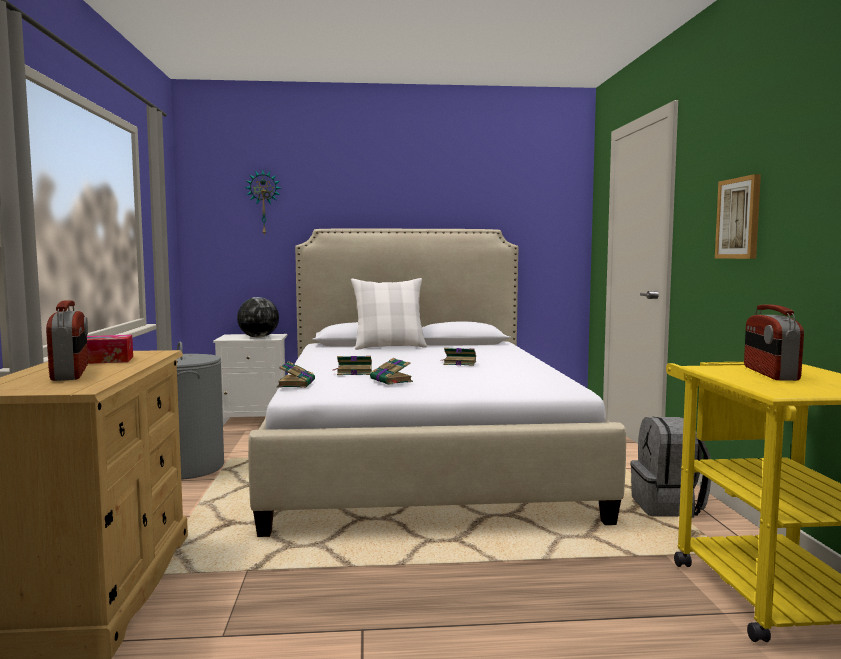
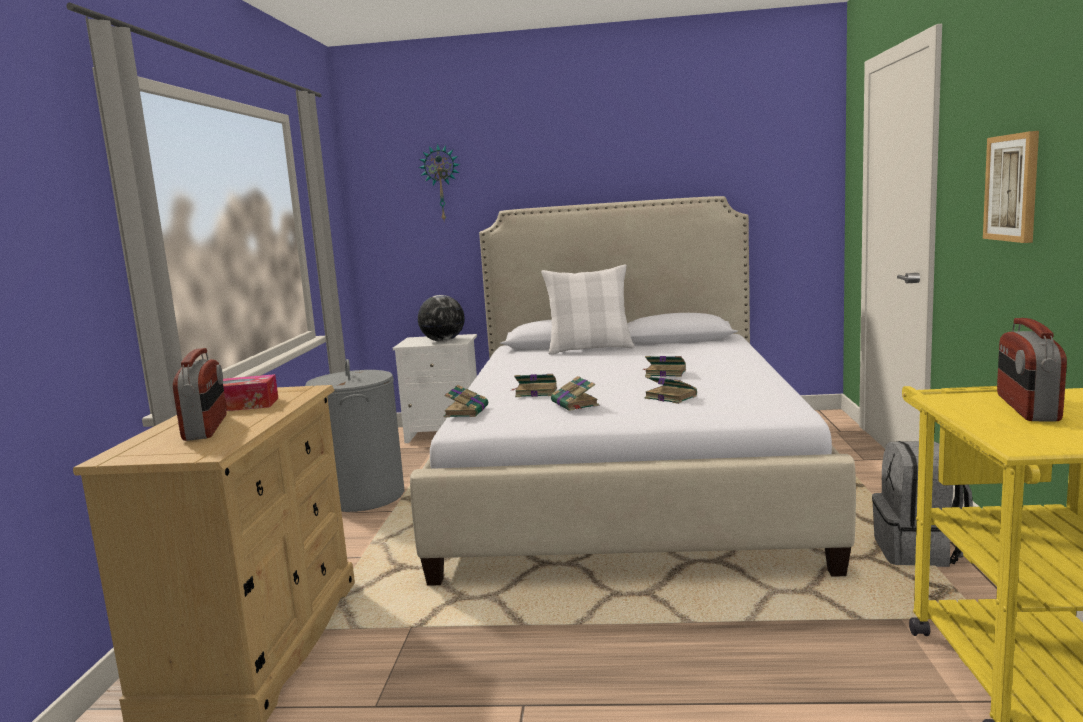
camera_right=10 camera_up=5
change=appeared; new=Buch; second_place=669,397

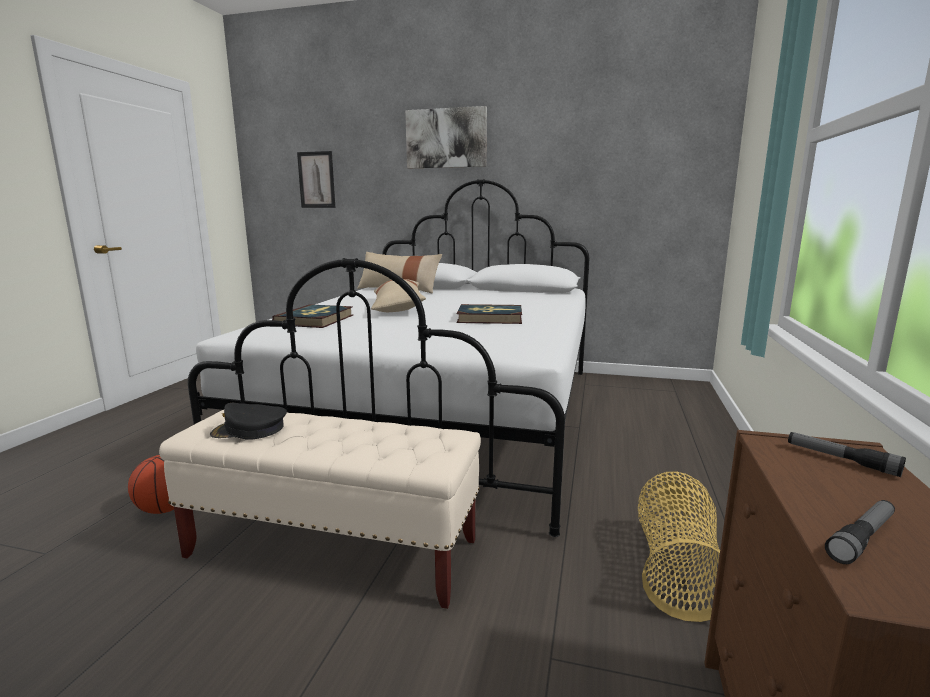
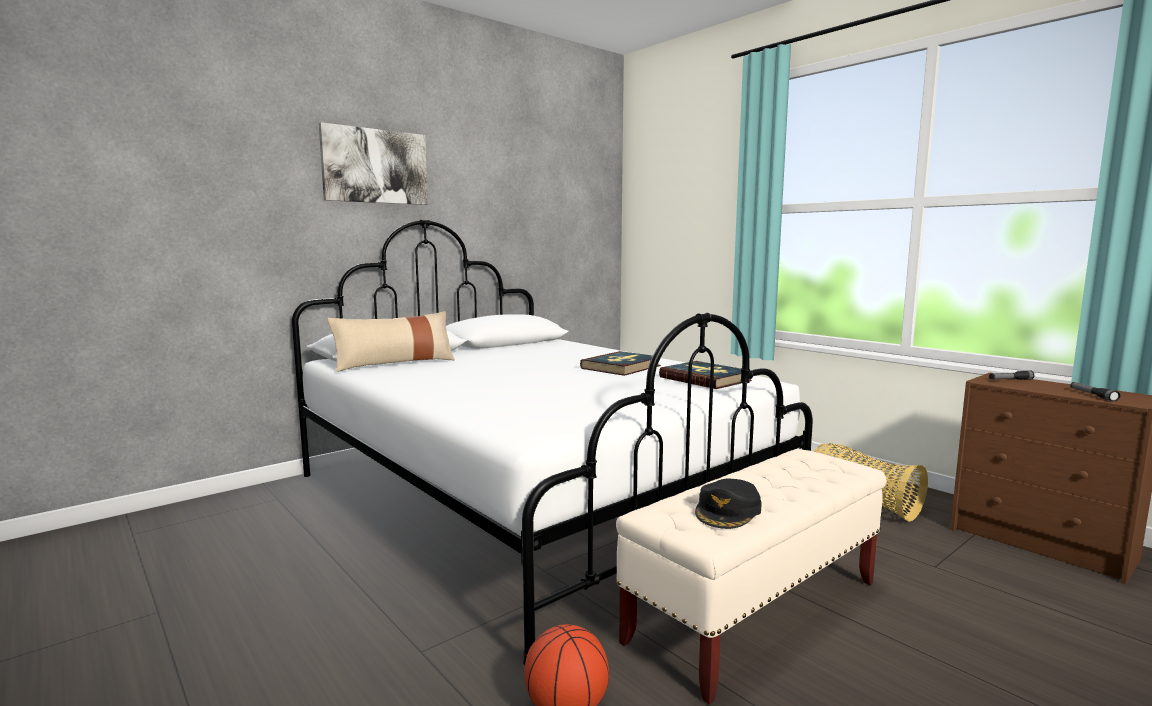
camera_right=-55 camera_up=-5
change=relocated; old=Buch; first_place=315,320; second_place=705,379
change=missing; old=Bild; first_place=316,180
change=missing; old=Kissen (beige); first_place=397,307

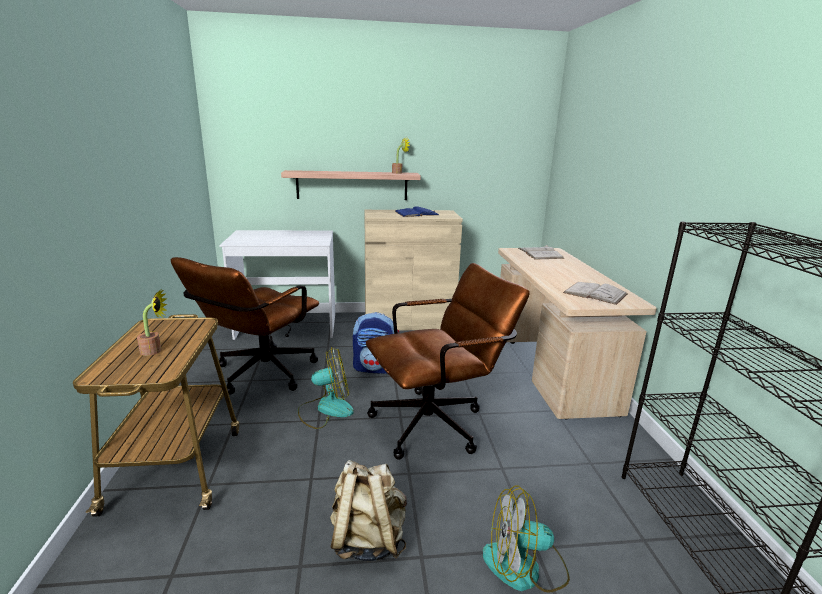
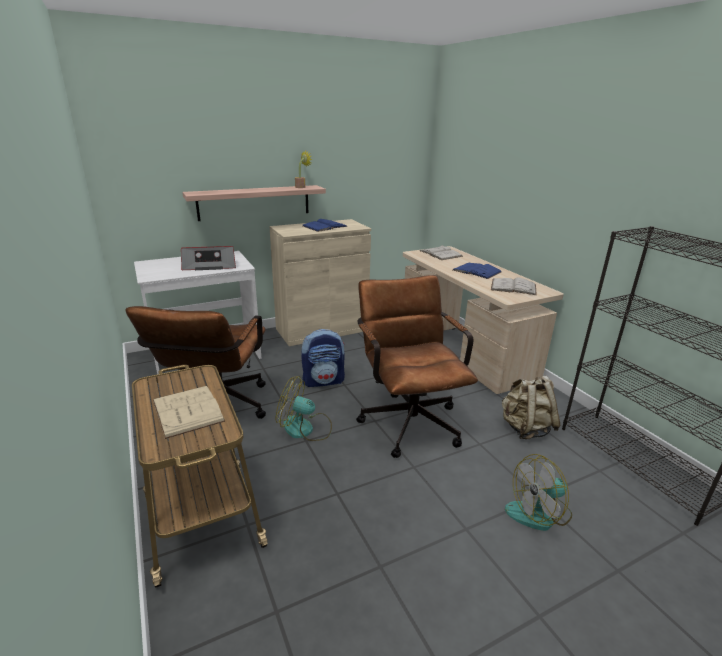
camera_right=-20 camera_up=5
change=exchanged; old=Topfpflanze; new=Buch (beige); first_place=155,351; second_place=188,410
change=spun; old=Ventilator; first_place=326,409; second_place=305,429; degrees=-135
change=relocated; old=Rucksack (beige); first_place=367,539; second_place=525,429
change=spun; old=Bürostuhl (braun); first_place=437,422; second_place=408,418; degrees=-60
change=appeared; new=Radio; second_place=210,266
change=appeared; new=Buch (blau); second_place=477,271

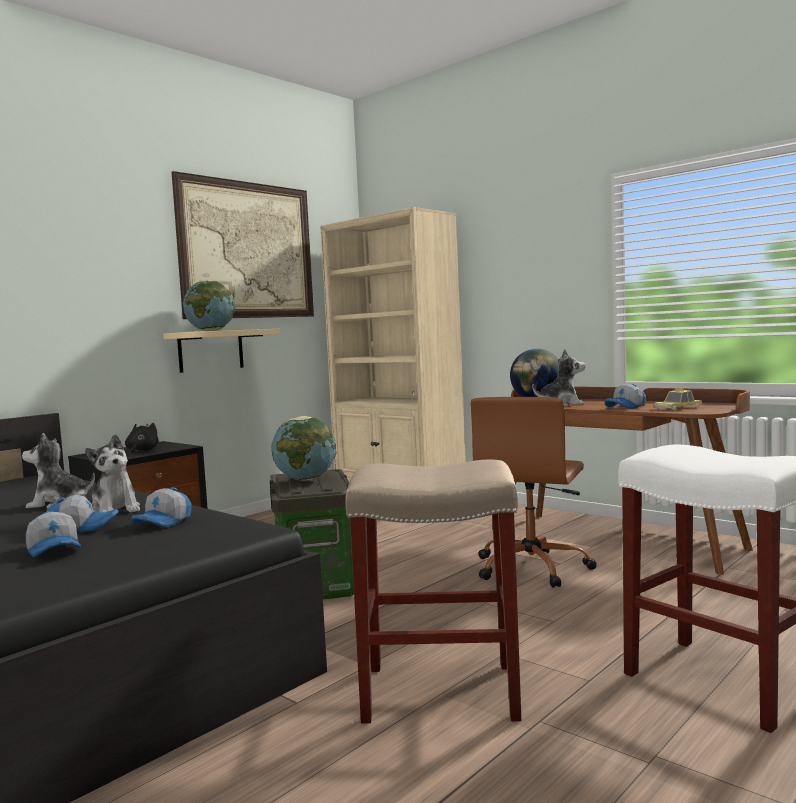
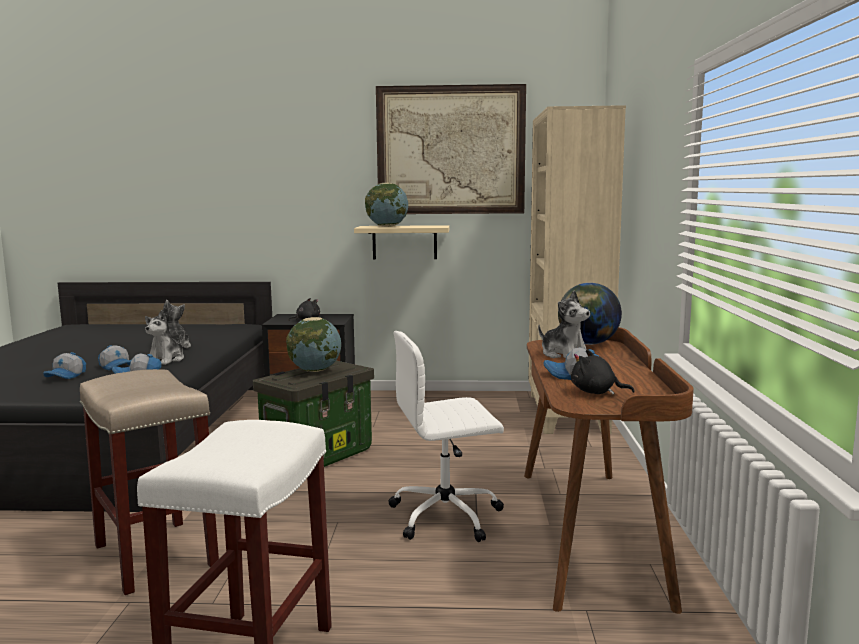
camera_right=50 camera_up=5
change=colour; old=Bürostuhl (braun); new=Bürostuhl (weiß); first_place=532,567; second_place=447,516
change=exchanged; old=Spielzeugauto; new=Plüschtier (schwarz); first_place=677,408; second_place=596,392

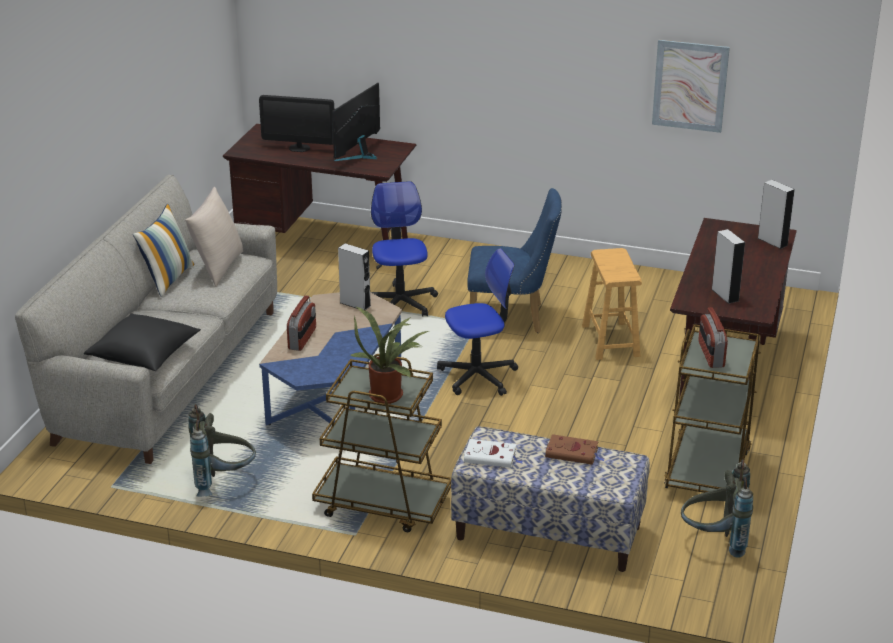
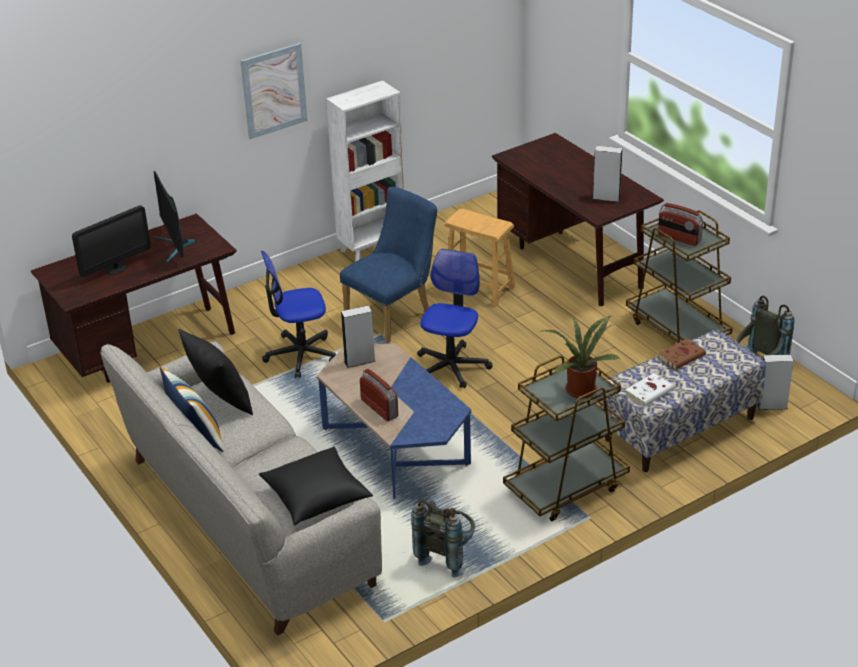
camera_right=-50 camera_up=5
change=colour; old=Kissen (beige); new=Kissen (schwarz); first_place=218,267; second_place=220,401
change=spun; old=Bürostuhl; first_place=400,303; second_place=300,355; degrees=-45
change=relocated; old=Bild; first_place=690,85; second_place=274,91
change=relocated; old=Lautsprecher (grau); first_place=772,241; second_place=772,406
change=appeared; new=Bücherregal (weiß); second_place=373,249

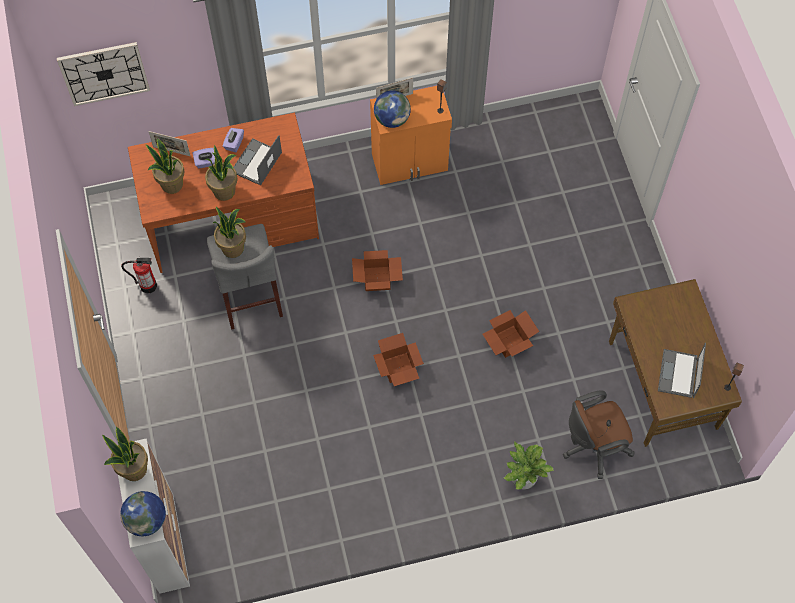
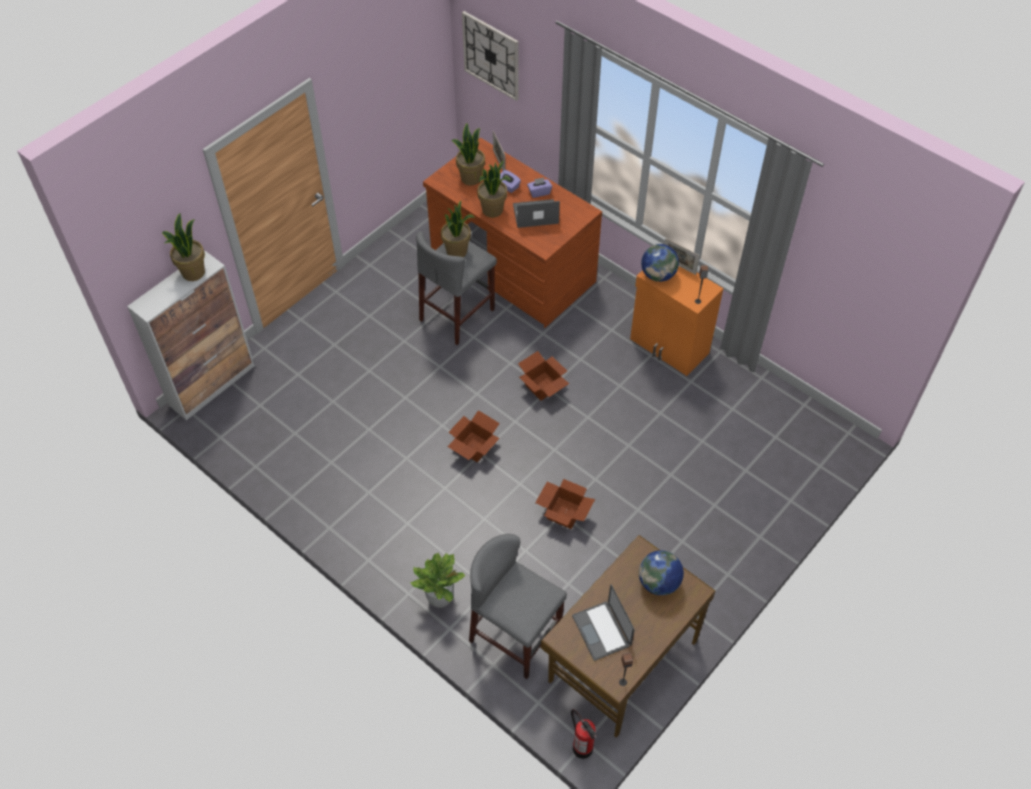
camera_right=55 camera_up=-10
change=relocated; old=Globus; first_place=146,520; second_place=658,583
change=relocated; old=Feuerlöscher; first_place=148,285; second_place=582,748
change=exchanged; old=Bürostuhl (braun); new=Hocker (grau); first_place=593,446; second_place=515,637
change=spun; old=Laptop; first_place=678,374; second_place=602,631; degrees=-90

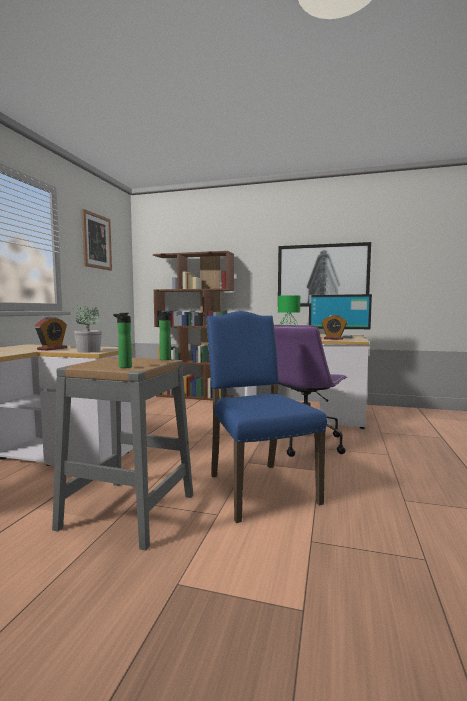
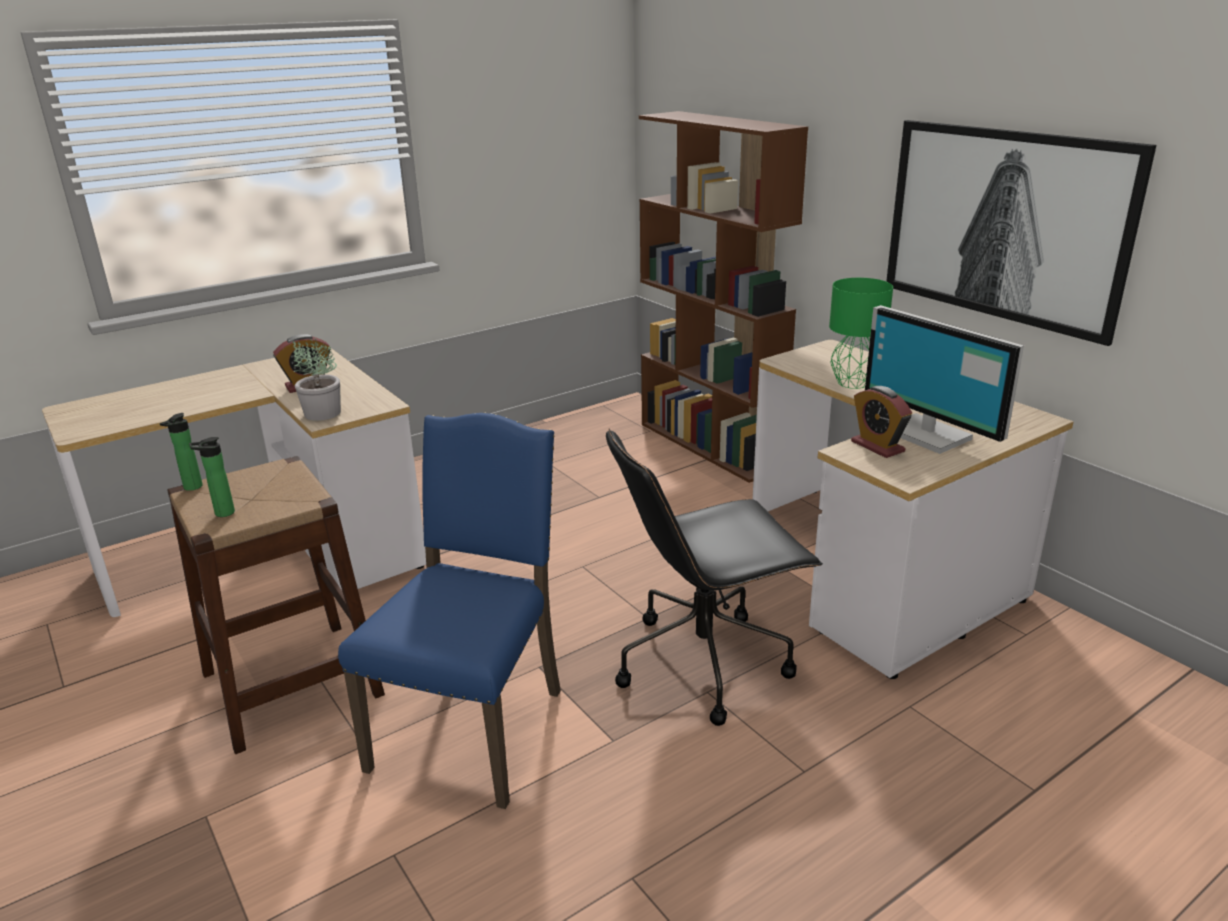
camera_right=40 camera_up=20
change=colour; old=Hocker (grau); new=Hocker (braun); first_place=129,511; second_place=291,683
change=missing; old=Bild; first_place=97,241
change=relocated; old=Flasche; first_place=165,359; second_place=191,488
change=colour; old=Bürostuhl (lila); new=Bürostuhl (schwarz); first_place=305,442; second_place=705,662

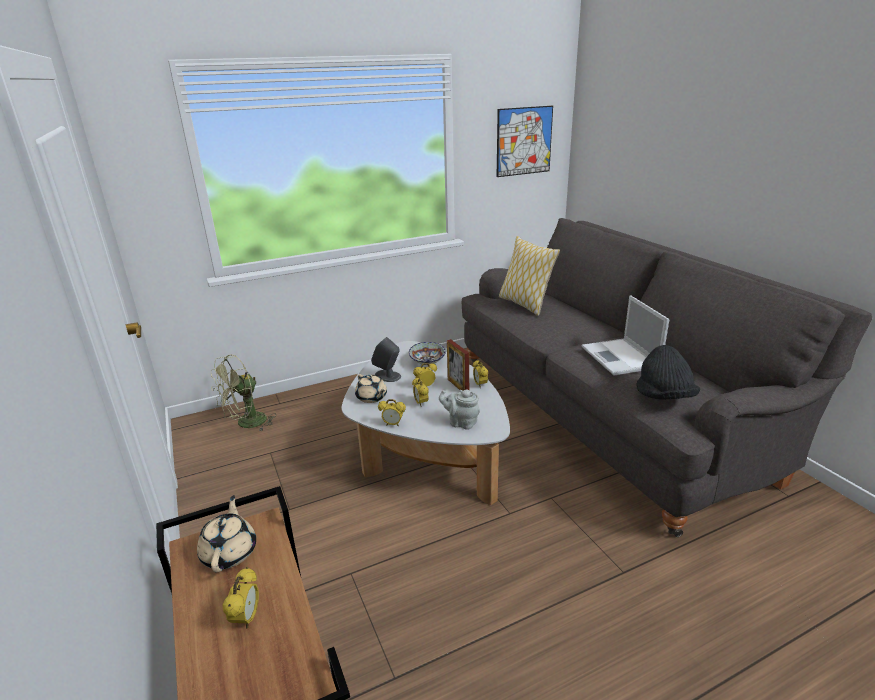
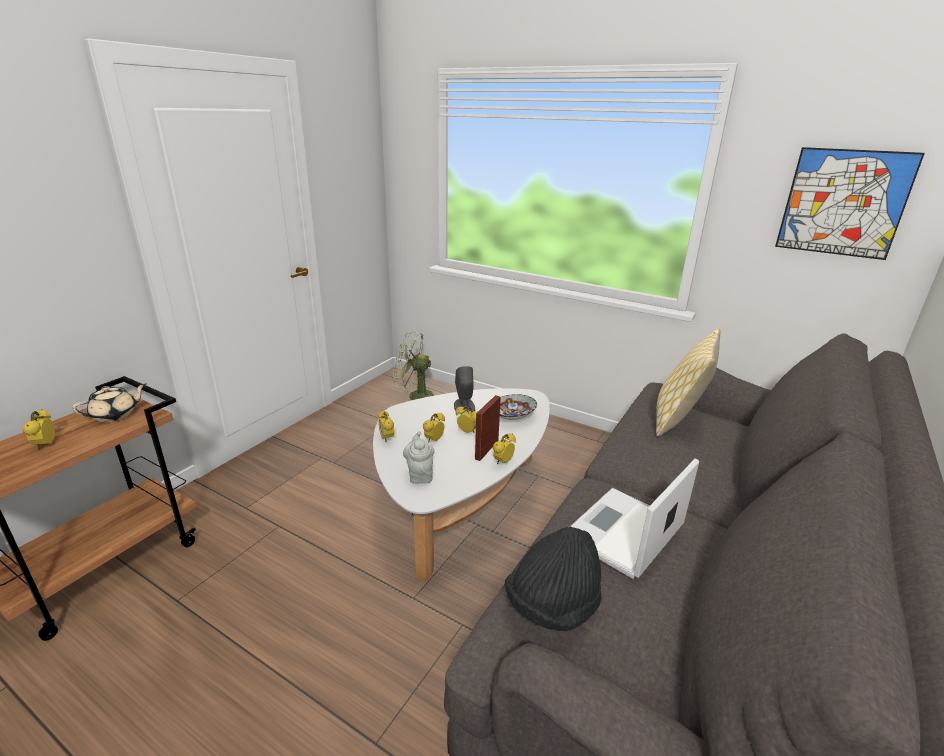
camera_right=55 camera_up=0
change=spun; old=Wecker; first_place=247,618; second_place=46,445; degrees=105
change=missing; old=Teekanne (beige); first_place=372,397

